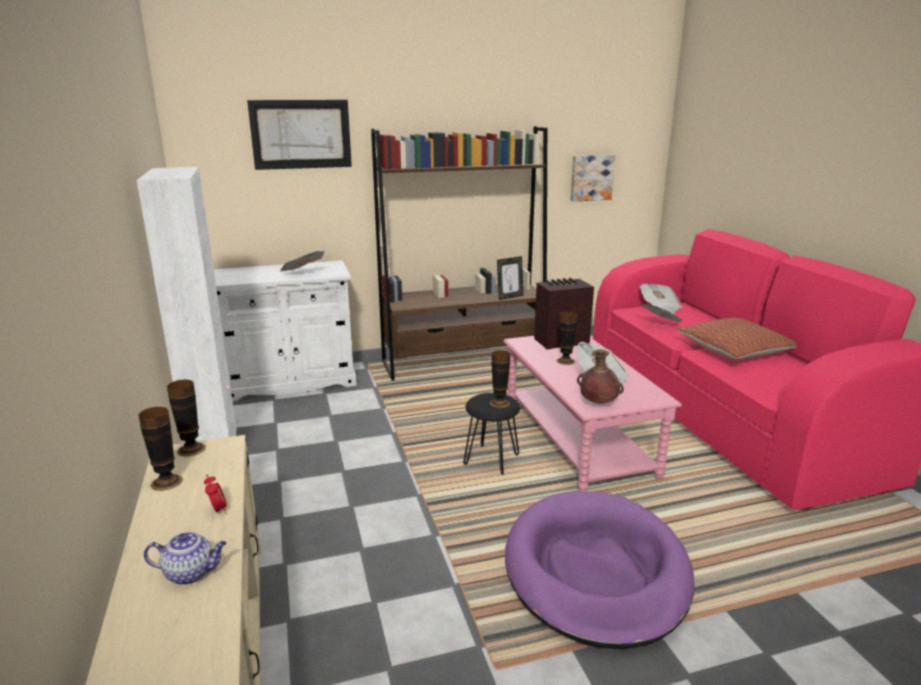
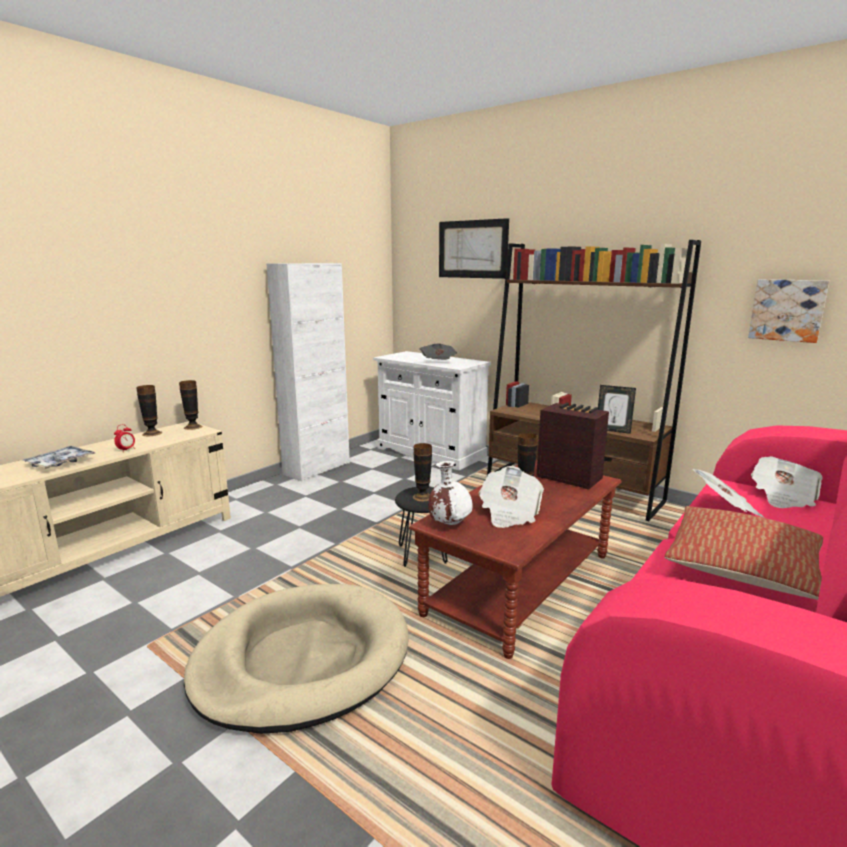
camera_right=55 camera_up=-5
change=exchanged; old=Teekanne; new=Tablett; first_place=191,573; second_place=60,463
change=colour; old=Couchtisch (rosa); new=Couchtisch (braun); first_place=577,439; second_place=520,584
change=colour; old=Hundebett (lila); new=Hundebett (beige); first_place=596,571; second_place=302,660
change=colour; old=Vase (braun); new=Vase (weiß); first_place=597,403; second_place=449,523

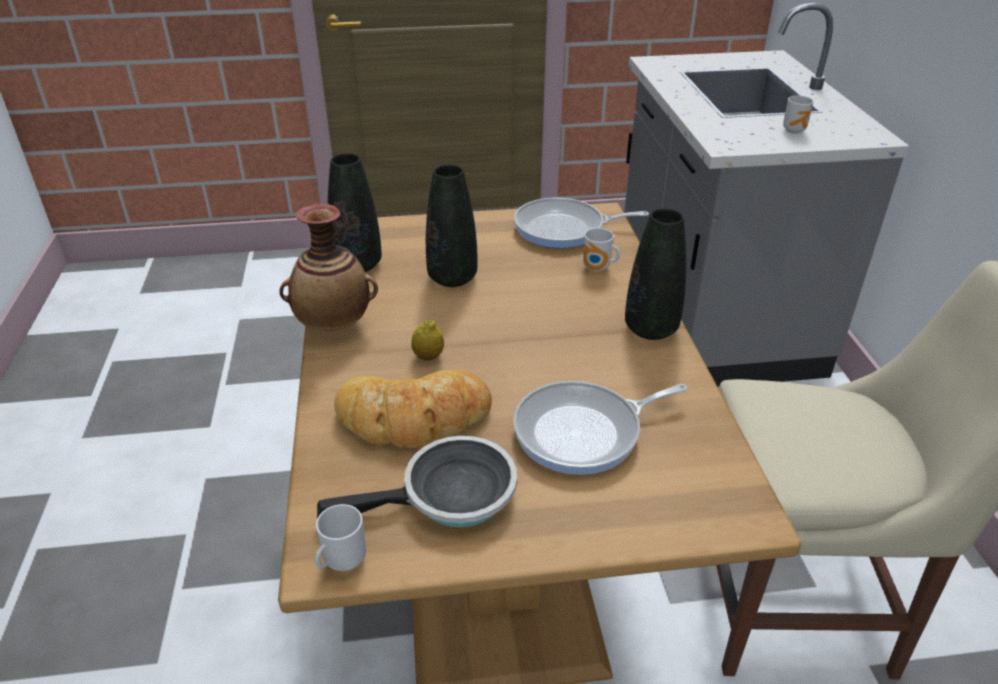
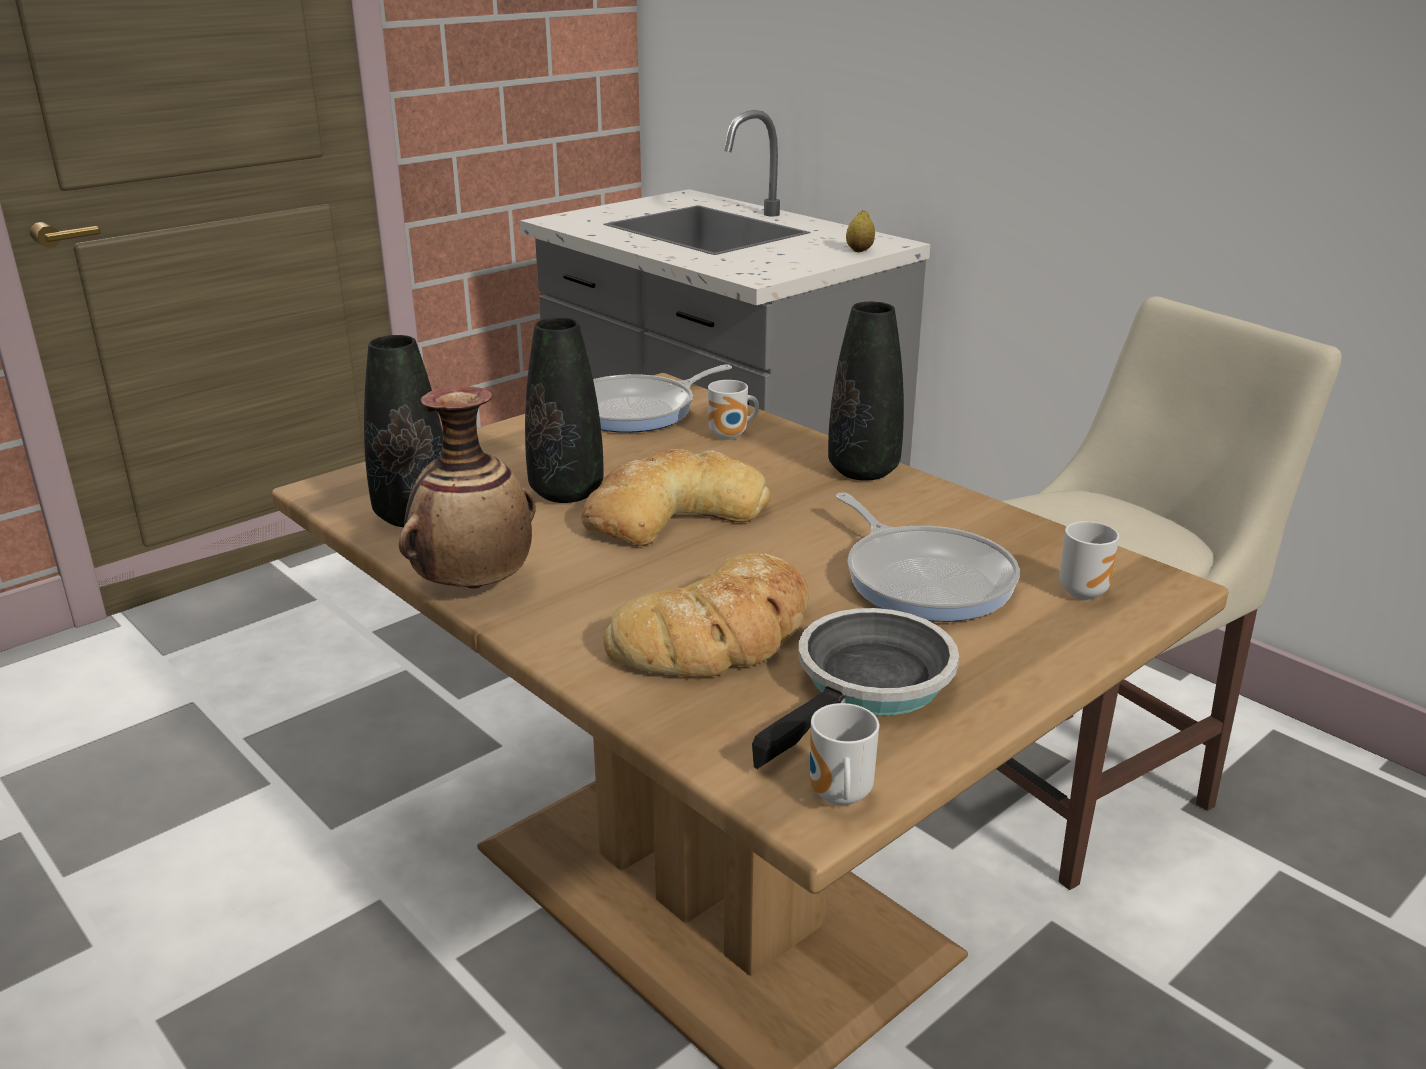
camera_right=-35 camera_up=-10
change=relocated; old=Zitrone; first_place=428,356; second_place=859,250
change=spun; old=Pfanne; first_place=584,432; second_place=924,578; degrees=-60
change=relocated; old=Henkelbecher; first_place=795,130; second_place=1083,591
change=appeared; new=Brot; second_place=671,513

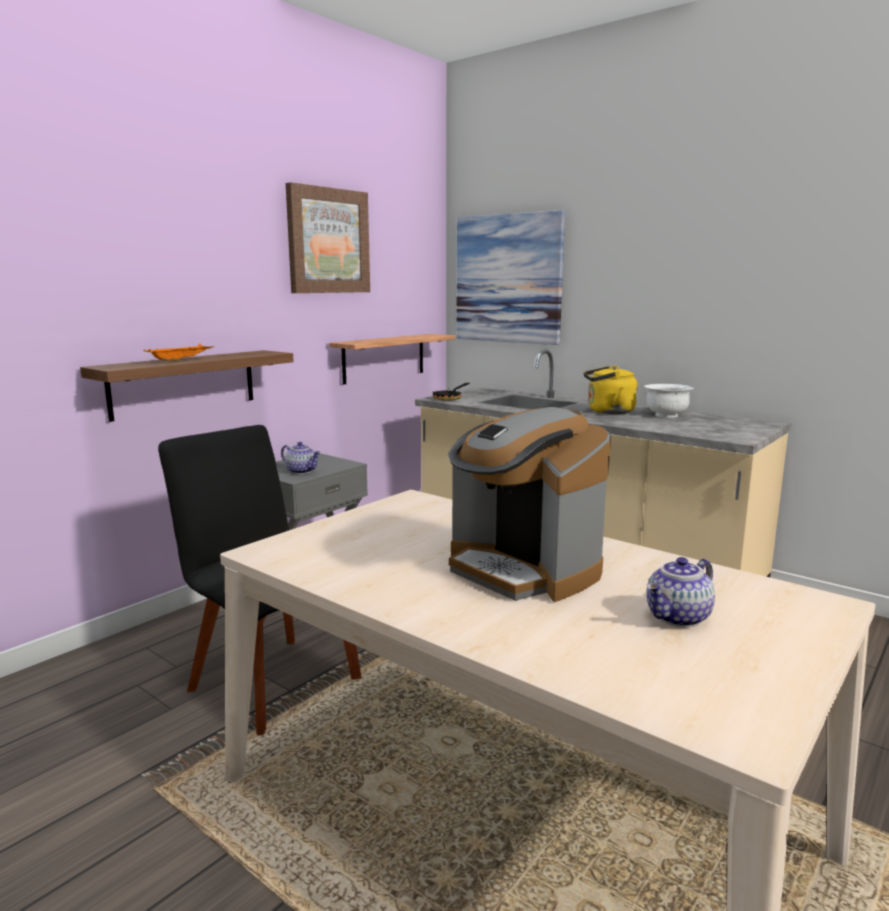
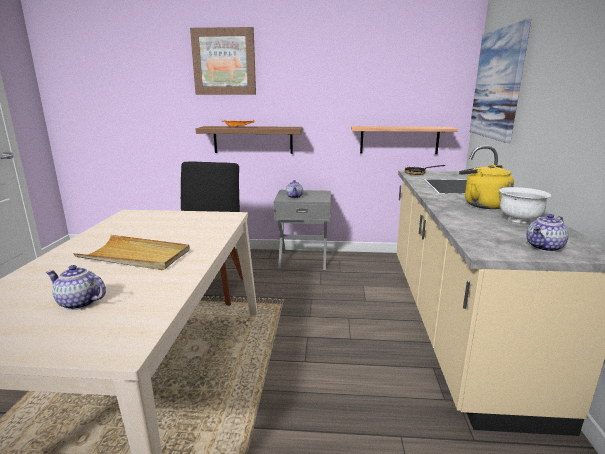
camera_right=55 camera_up=5
change=relocated; old=Bild; first_place=328,241; second_place=224,62
change=exchanged; old=Kaffeemaschine; new=Tablett (beige); first_place=522,570; second_place=135,256
change=appeared; new=Teekanne; second_place=545,248

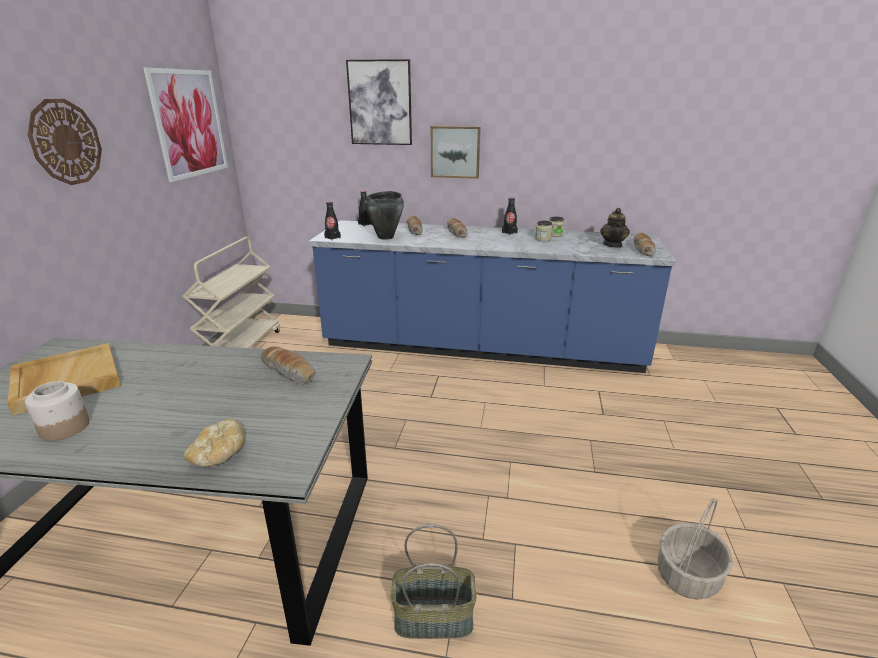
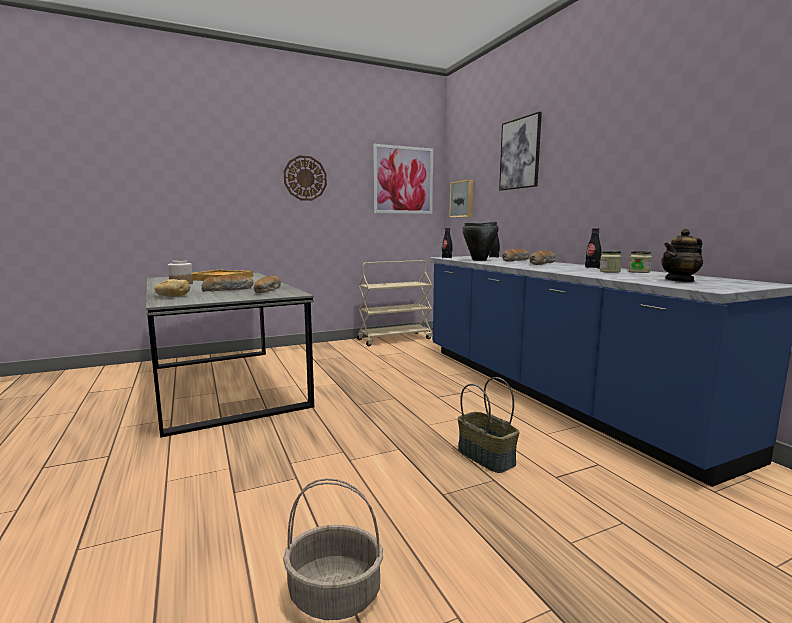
camera_right=55 camera_up=-15
change=relocated; old=Korb; first_place=434,617; second_place=487,457
change=relocated; old=Bild; first_place=455,152; second_place=462,199
change=relocated; old=Brot; first_place=642,249; second_place=228,290

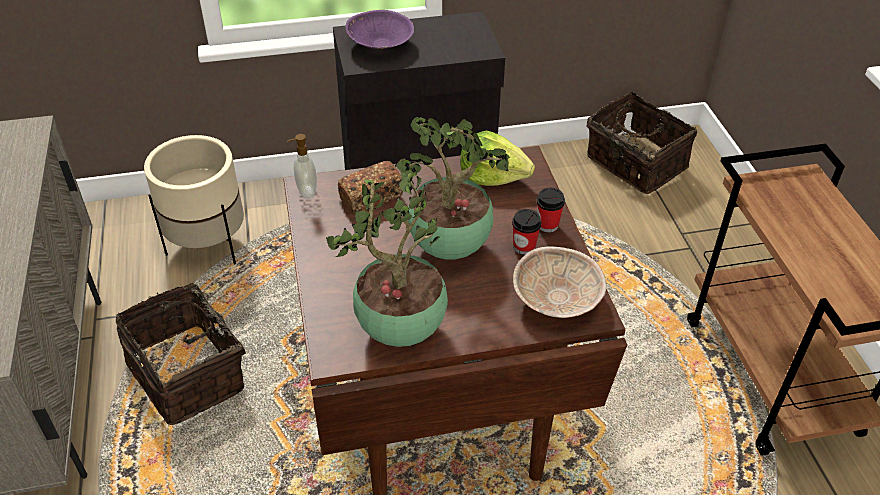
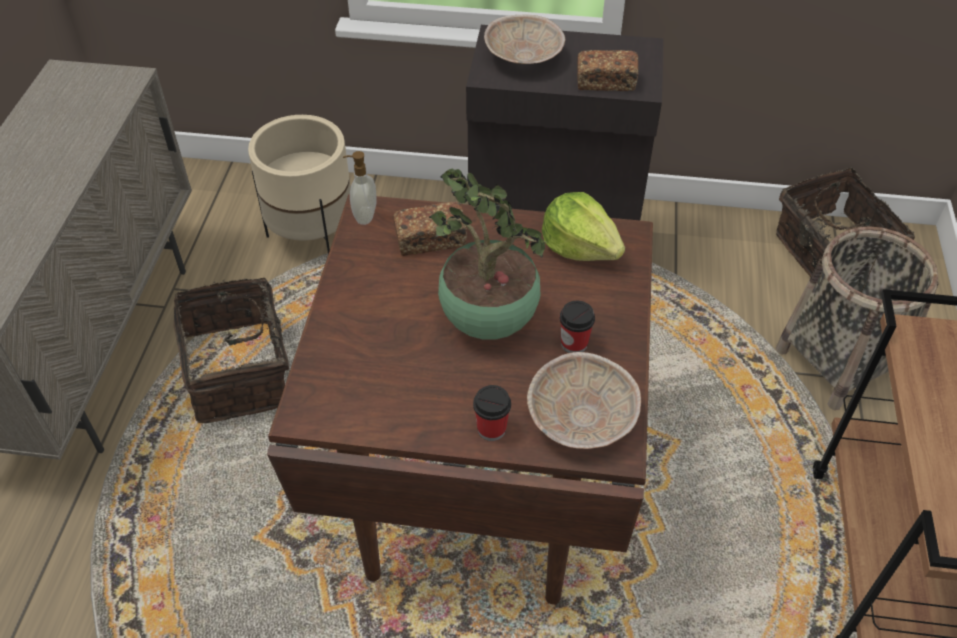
camera_right=20 camera_up=5
change=missing; old=Topfpflanze; first_place=399,331
change=colour; old=Schüssel (lila); new=Schüssel (beige); first_place=381,45; second_place=523,58
change=relocated; old=Tasse; first_place=547,225; second_place=491,429
change=appeared; new=Brot; second_place=605,82
change=appeared; new=Korb; second_place=838,363

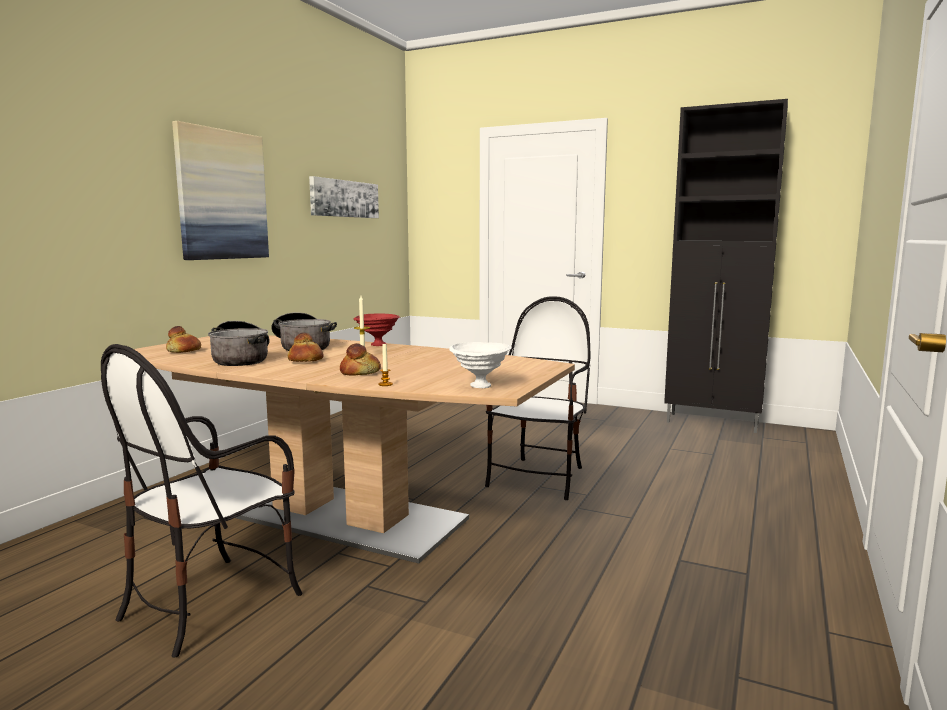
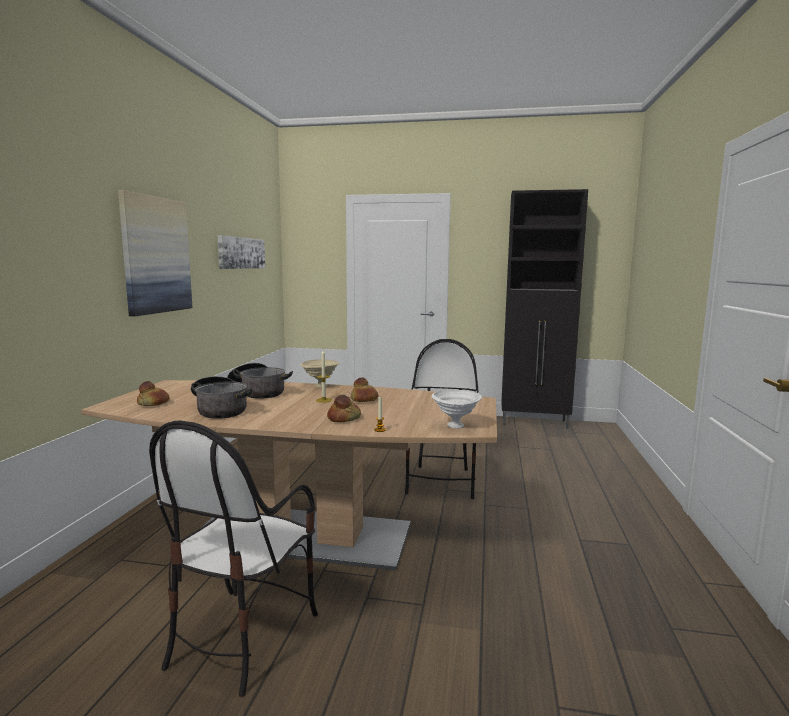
camera_right=-15 camera_up=0
change=relocated; old=Brot; first_place=305,360; second_place=364,400
change=colour; old=Schüssel (rot); new=Schüssel (beige); first_place=377,345; second_place=320,386

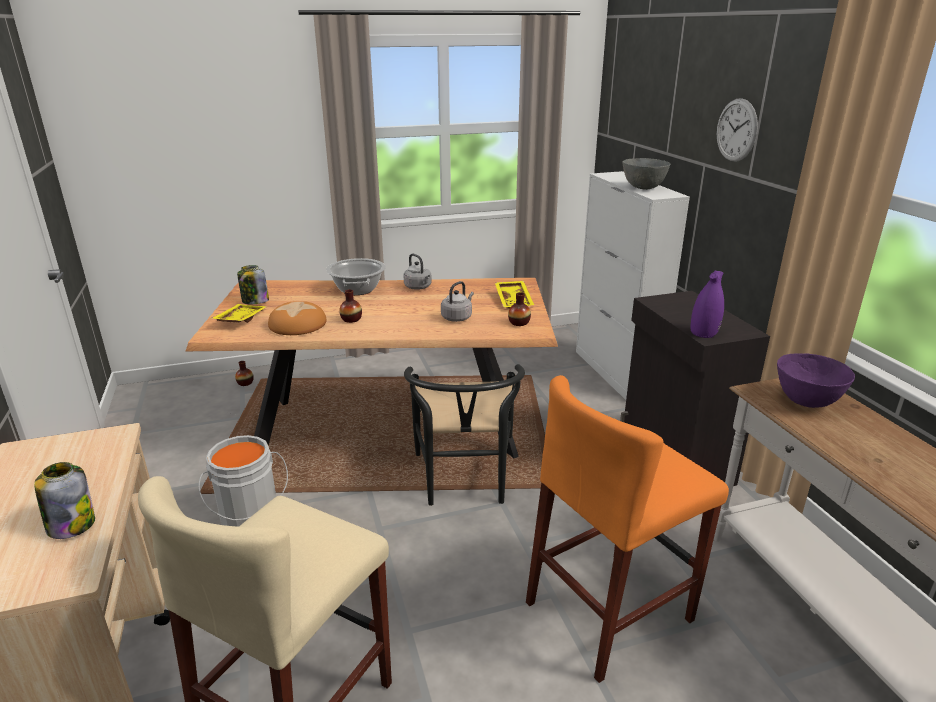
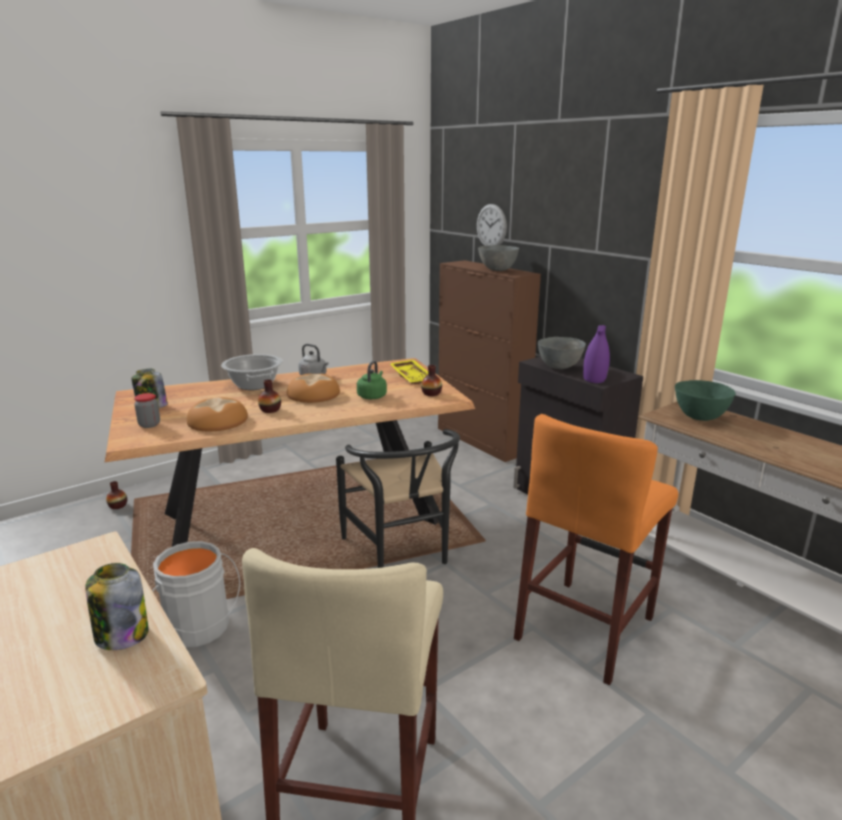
camera_right=-20 camera_up=-5
change=exchanged; old=Tablett (gelb); new=Vorratsglas; first_place=240,320; second_place=149,425
change=colour; old=Wasserkessel (grau); new=Wasserkessel (grün); first_place=457,317; second_place=372,396
change=colour; old=Schrank (weiß); new=Schrank (braun); first_place=615,373; second_place=481,441
change=relocated; old=Wanduhr; first_place=736,130; second_place=491,226
change=colour; old=Schüssel (lila); new=Schüssel (grün); first_place=807,402; second_place=700,417
change=appeared; new=Brot; second_place=313,394
change=appeared; new=Schüssel (grau); second_place=559,367

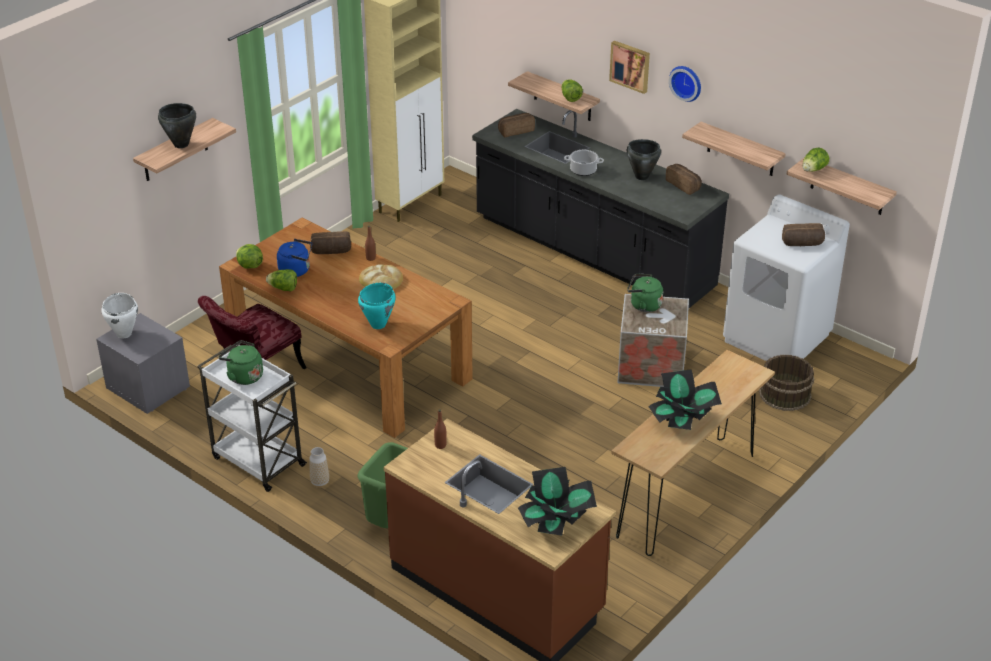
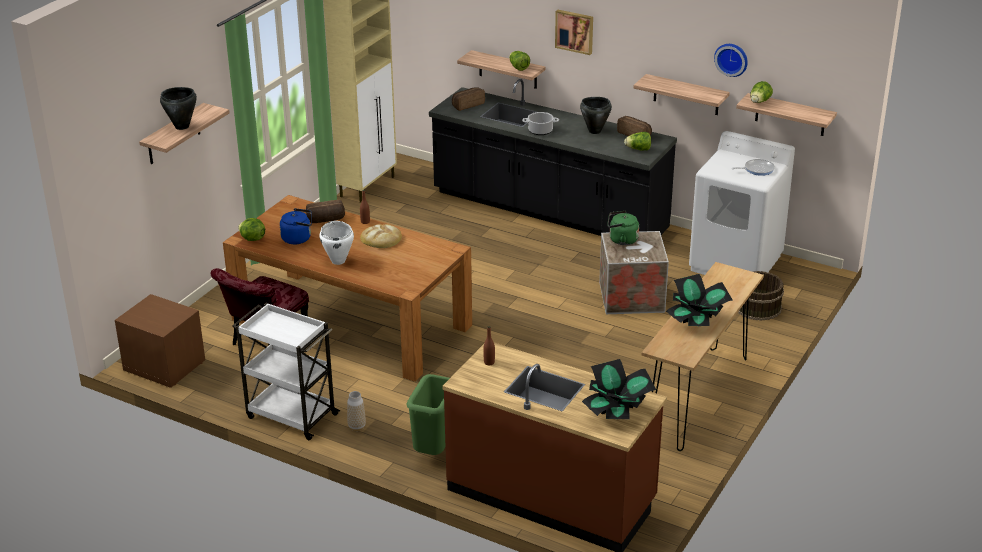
camera_right=-10 camera_up=-5
change=colour; old=Nachttisch (grau); new=Nachttisch (braun); first_place=147,388; second_place=163,366
change=relocated; old=Kochtopf (weiß); first_place=124,334; second_place=338,261
change=missing; old=Wasserkessel (grün); first_place=243,376
change=relocated; old=Salatkopf; first_place=283,288; second_place=638,149
change=missing; old=Kochtopf (türkis); first_place=378,324
change=relocated; old=Wanduhr; first_place=686,82; second_place=732,59
change=exchanged; old=Brot; new=Pfanne; first_place=802,244; second_place=757,169

